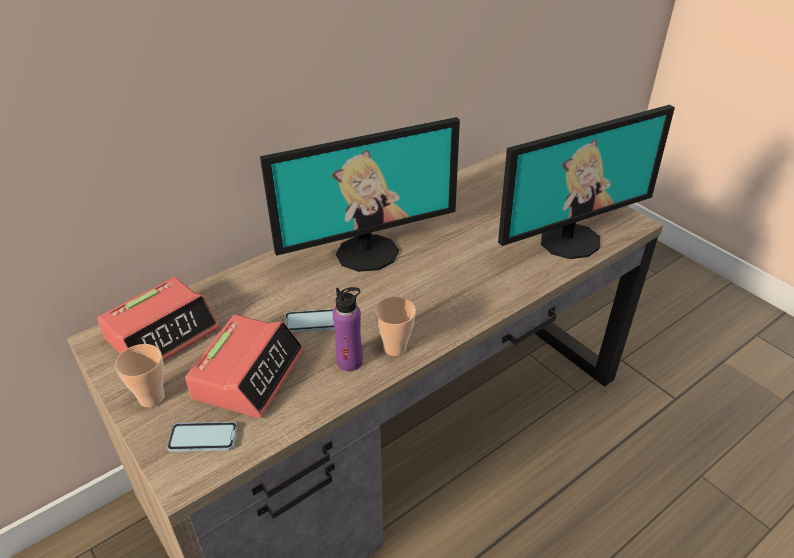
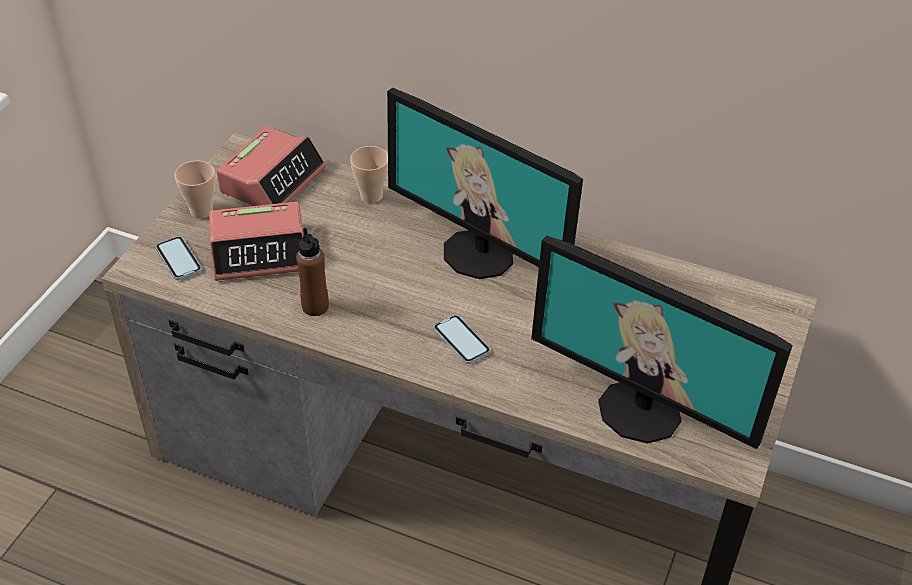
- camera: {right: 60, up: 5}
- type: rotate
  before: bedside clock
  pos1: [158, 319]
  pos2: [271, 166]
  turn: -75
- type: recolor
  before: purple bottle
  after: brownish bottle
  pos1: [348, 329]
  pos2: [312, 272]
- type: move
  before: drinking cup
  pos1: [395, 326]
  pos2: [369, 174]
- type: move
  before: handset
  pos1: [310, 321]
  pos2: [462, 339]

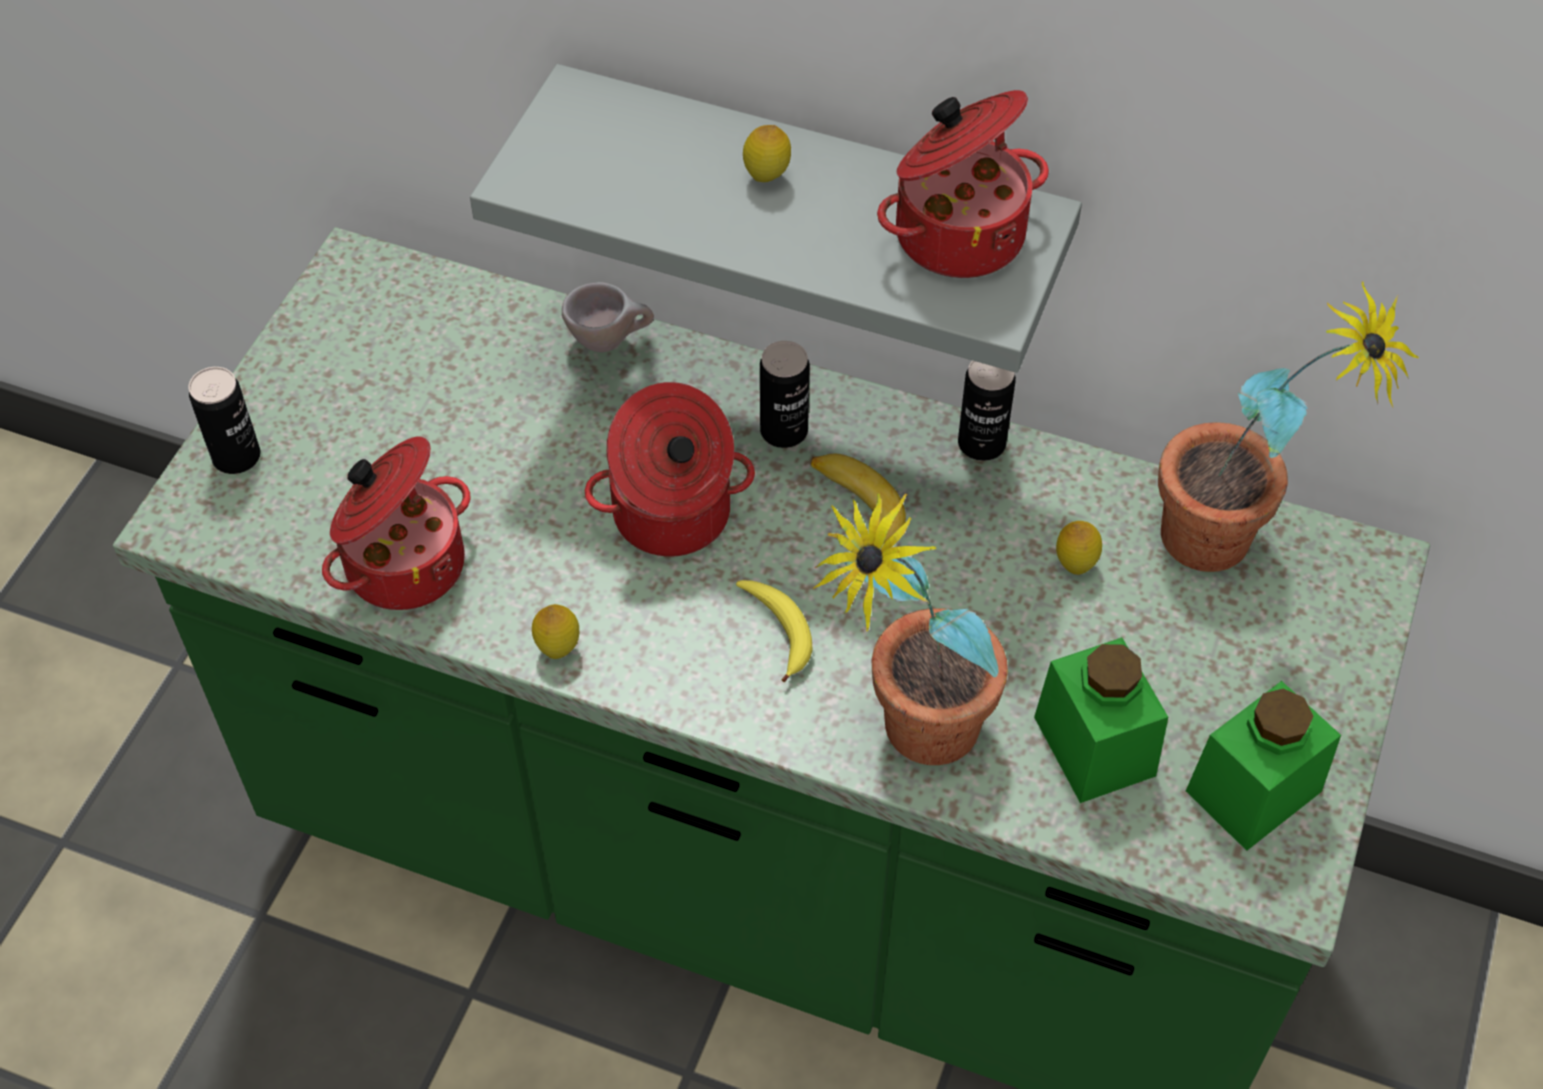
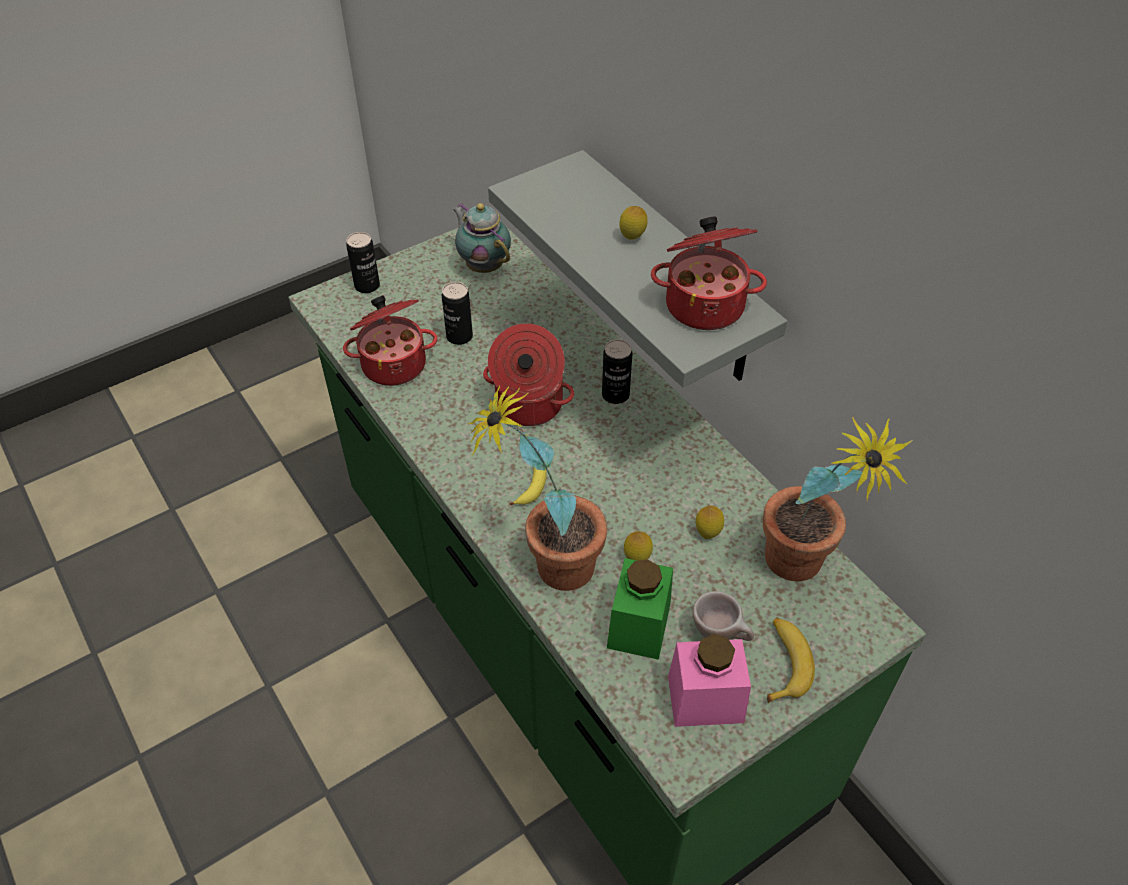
- camera: {right: 35, up: -5}
- type: move
  before: metal can
  pos1: [987, 410]
  pos2: [457, 313]
- type: insert
  after: pot for tea
  pos2: [482, 238]
- type: move
  before: citrus fruit
  pos1: [555, 631]
  pos2: [638, 546]
- type: recolor
  before: greenish storage jar
  after: pink storage jar
  pos1: [1263, 766]
  pos2: [709, 680]
- type: move
  before: sand-coloured drinking cup
  pos1: [608, 317]
  pos2: [723, 616]
- type: move
  before: whole banana
  pos1: [858, 499]
  pos2: [791, 660]

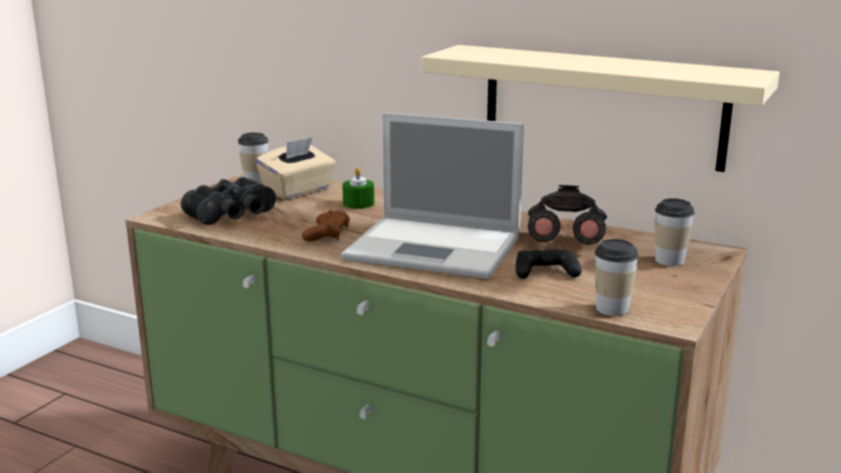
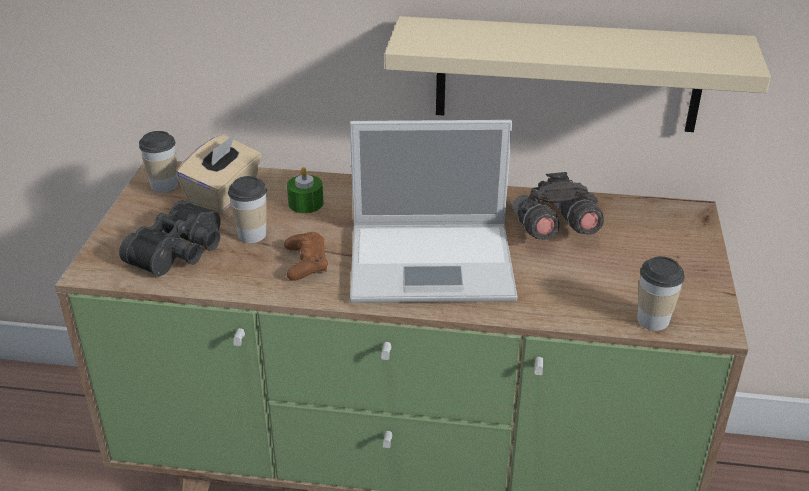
- camera: {right: -20, up: 15}
- type: move
  before: drinking cup
  pos1: [675, 232]
  pos2: [247, 209]
- type: delete
  before: black joypad
  pos1: [548, 264]

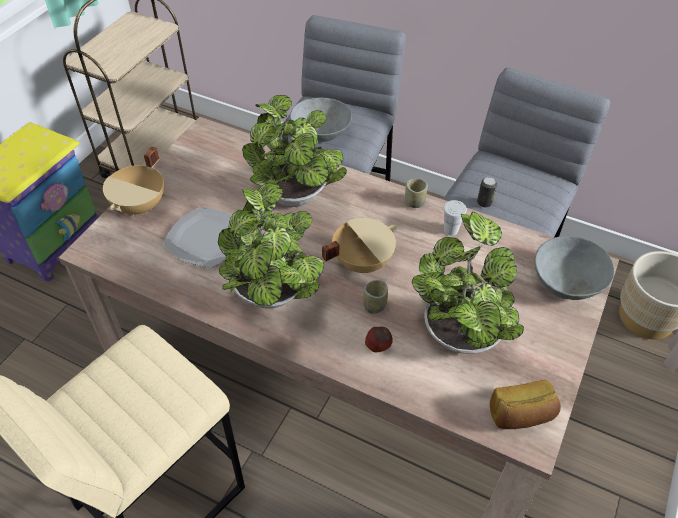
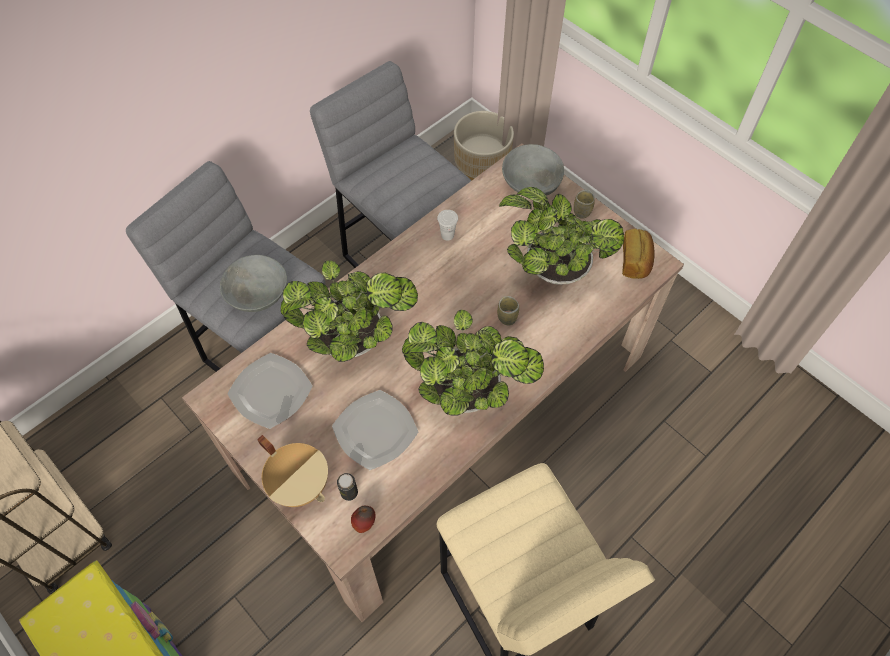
- camera: {right: -70, up: 10}
- type: insert
  after: flat dish
  pos2: [270, 391]
- type: move
  before: metal can
  pos1: [487, 192]
  pos2: [347, 487]
- type: move
  before: apple
  pos1: [379, 339]
  pos2: [363, 519]
- type: move
  before: drinking cup
  pos1: [416, 193]
  pos2: [584, 204]
- type: delete
  before: sand-coloured saucepot
  pos1: [360, 245]

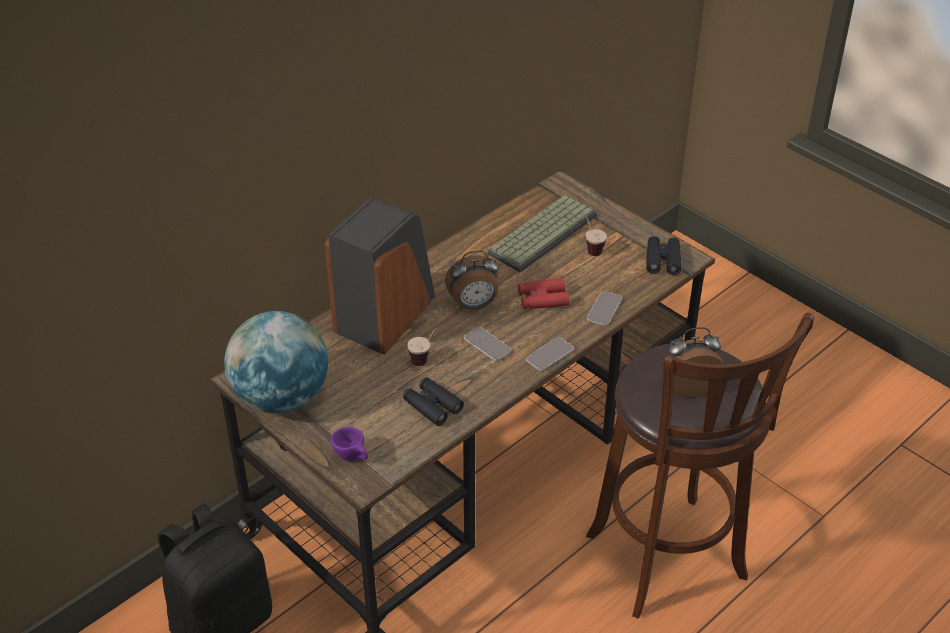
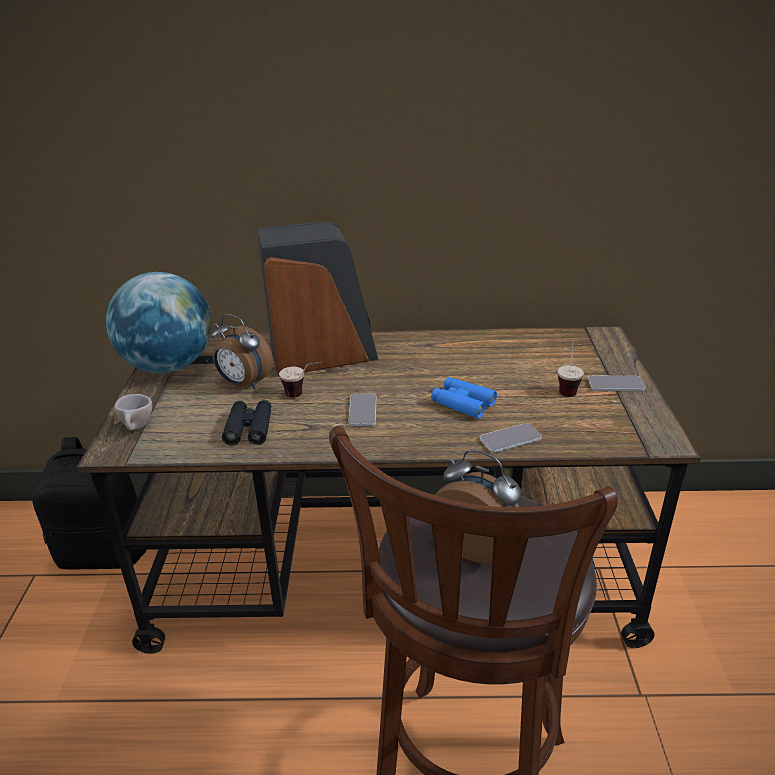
- camera: {right: 45, up: -10}
- type: recolor
  before: purple drinking cup
  after: sand-coloured drinking cup
  pos1: [349, 444]
  pos2: [133, 412]
- type: move
  before: bedside clock
  pos1: [472, 280]
  pos2: [242, 351]
- type: recolor
  before: red-coloured binoculars
  after: blue-coloured binoculars
  pos1: [543, 293]
  pos2: [464, 397]
- type: move
  before: handset
  pos1: [550, 354]
  pos2: [616, 383]
- type: delete
  before: computer keyboard
  pos1: [542, 233]
- type: delete
  before: black binoculars
  pos1: [663, 255]

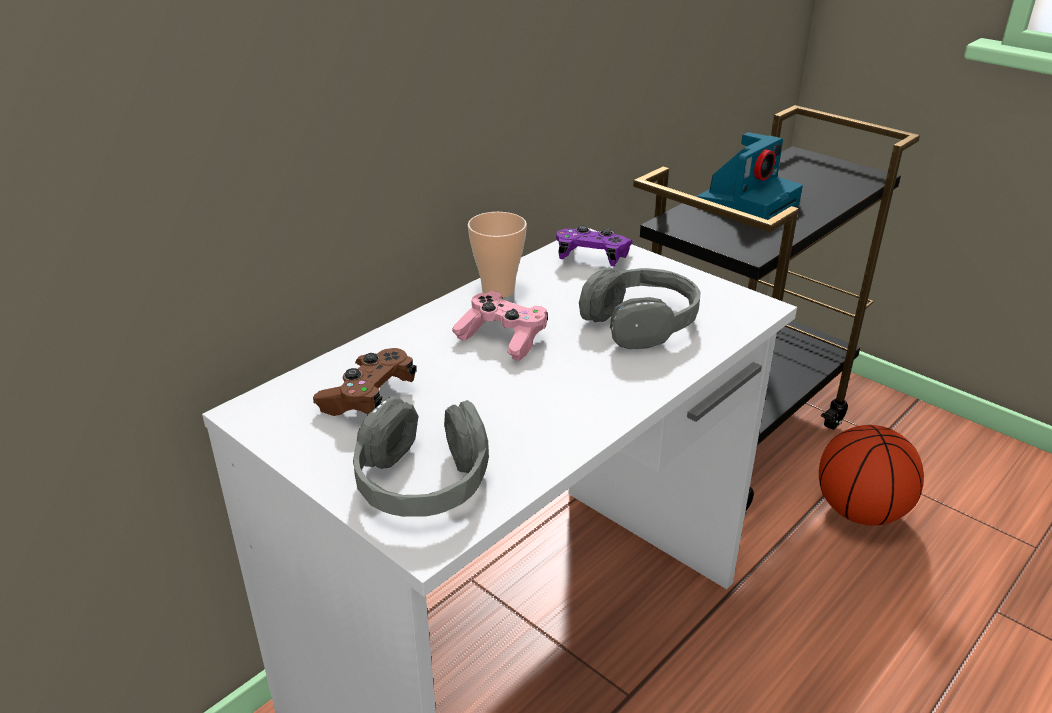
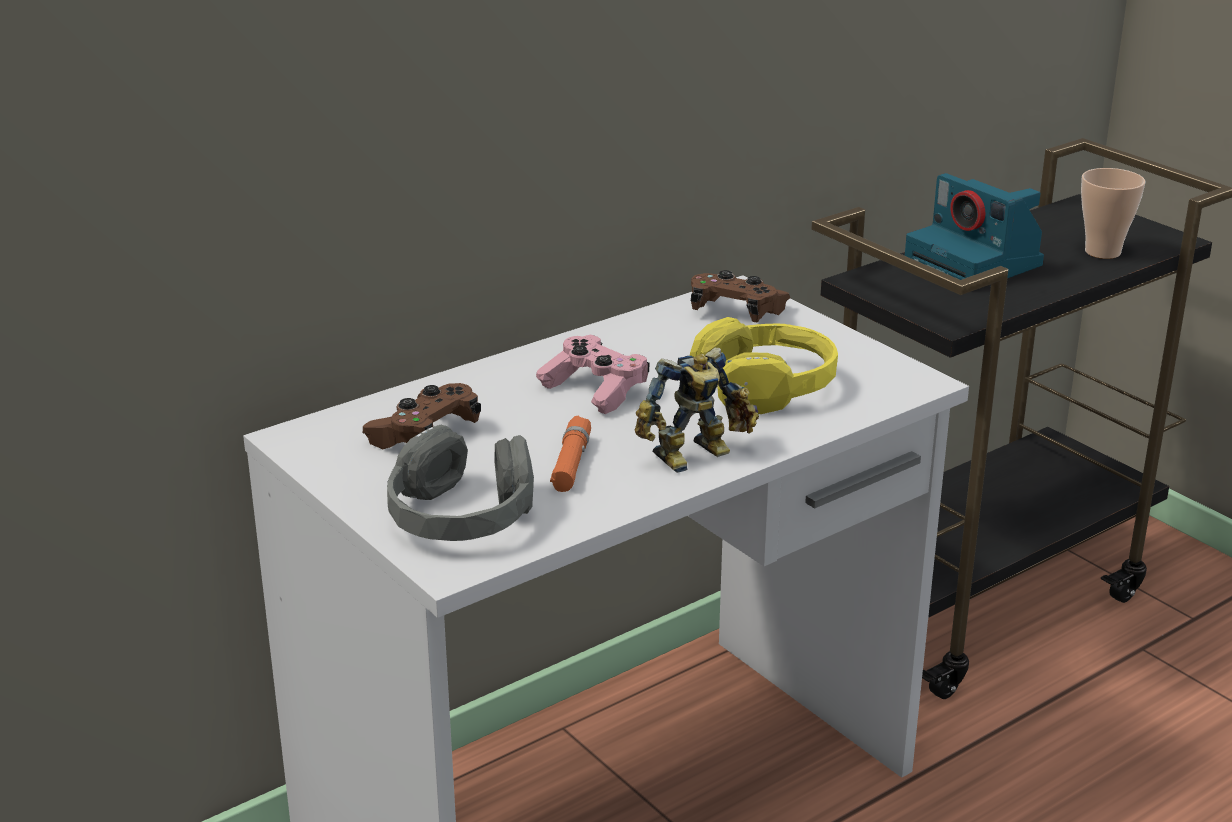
- camera: {right: 10, up: -5}
- type: insert
  after: orange-coloured hand torch
  pos2: [570, 454]
- type: insert
  after: robot figure
  pos2: [697, 410]
- type: recolor
  before: greyish headphones
  after: yellowish headphones
  pos1: [639, 308]
  pos2: [764, 365]
- type: recolor
  before: purple joypad
  after: brownish joypad
  pos1: [594, 245]
  pos2: [740, 296]
- type: rotate
  before: still camera
  pos1: [750, 176]
  pos2: [974, 226]
  turn: 90
- type: move
  before: drinking cup
  pos1: [497, 255]
  pos2: [1113, 213]
- type: delete
  before: ball for basketball
  pos1: [871, 475]

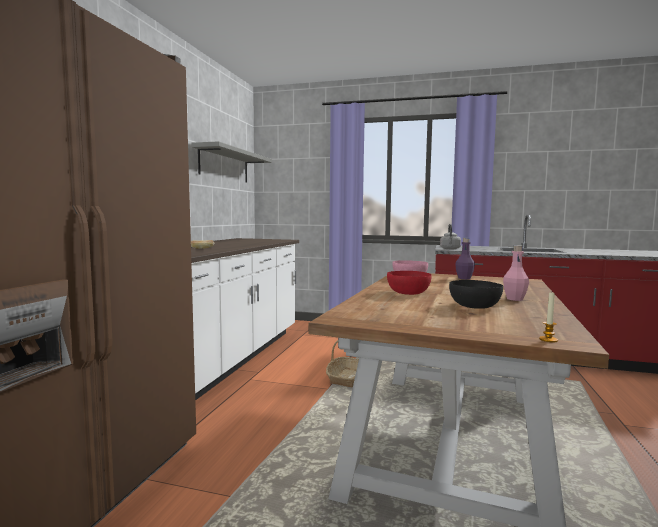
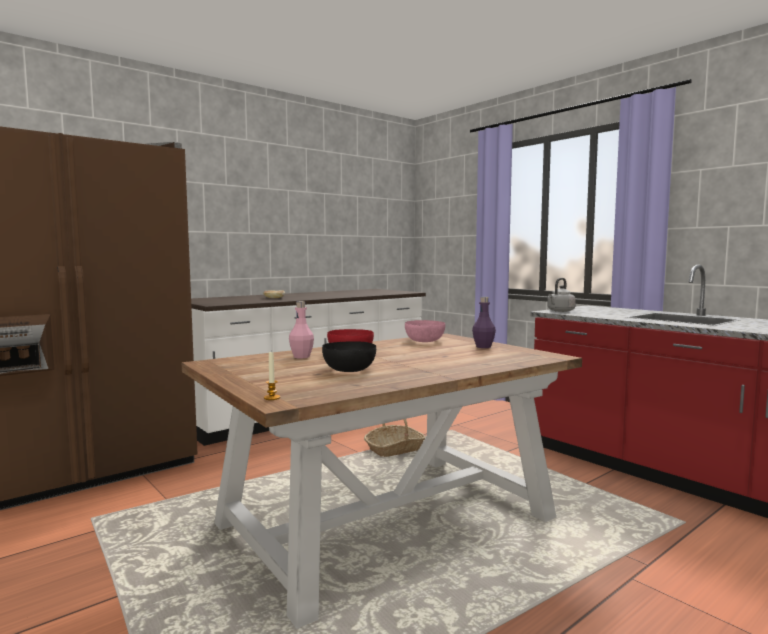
- camera: {right: 35, up: 0}
- type: move
  before: pink bottle
  pos1: [516, 273]
  pos2: [301, 329]
- type: delete
  before: greyish wall shelf
  pos1: [231, 162]

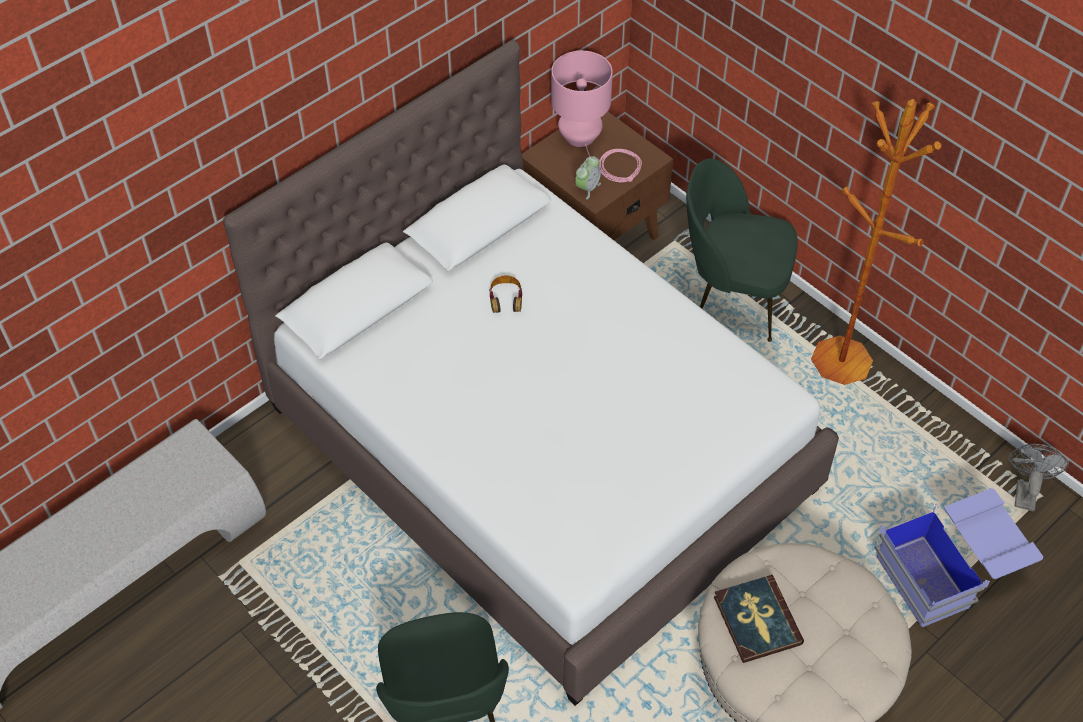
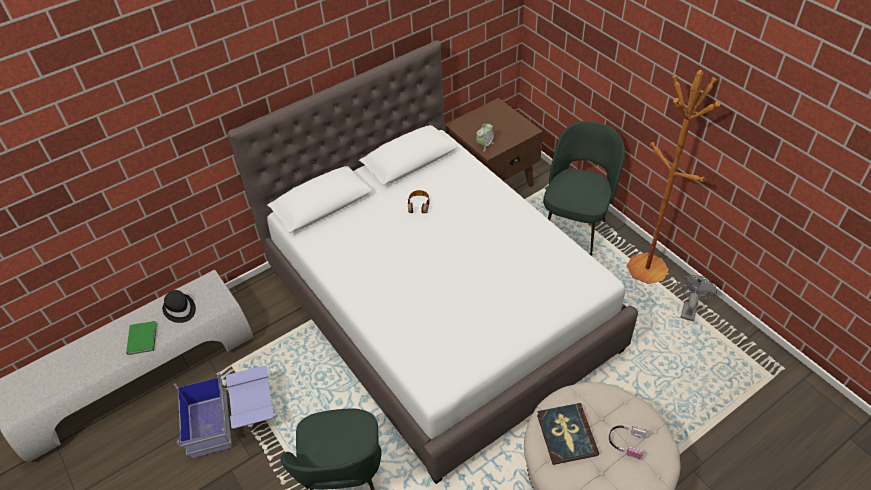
- camera: {right: 10, up: -5}
- type: insert
  after: greenish book
  pos2: [141, 338]
- type: insert
  after: black hat
  pos2: [179, 306]
- type: move
  before: blue-coloured storage bin
  pos1: [959, 557]
  pos2: [224, 411]
- type: rotate
  before: greenish upright chair
  pos1: [742, 250]
  pos2: [584, 188]
  turn: 90
- type: insert
  after: headphones
  pos2: [628, 442]
- type: move
  before: greyish electric fan
  pos1: [1038, 477]
  pos2: [697, 298]
- type: delete
  before: pink table lamp
  pos1: [596, 116]

